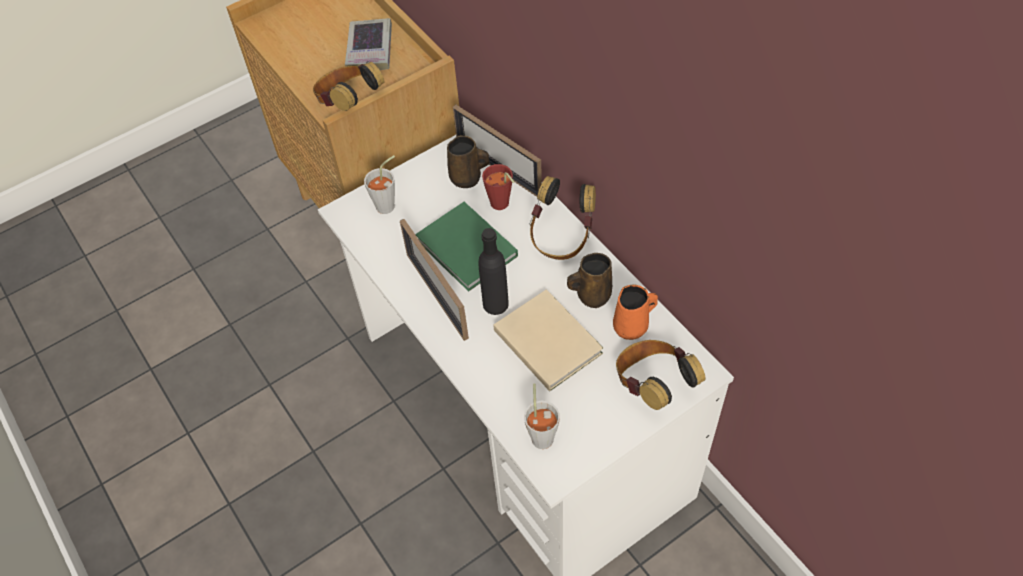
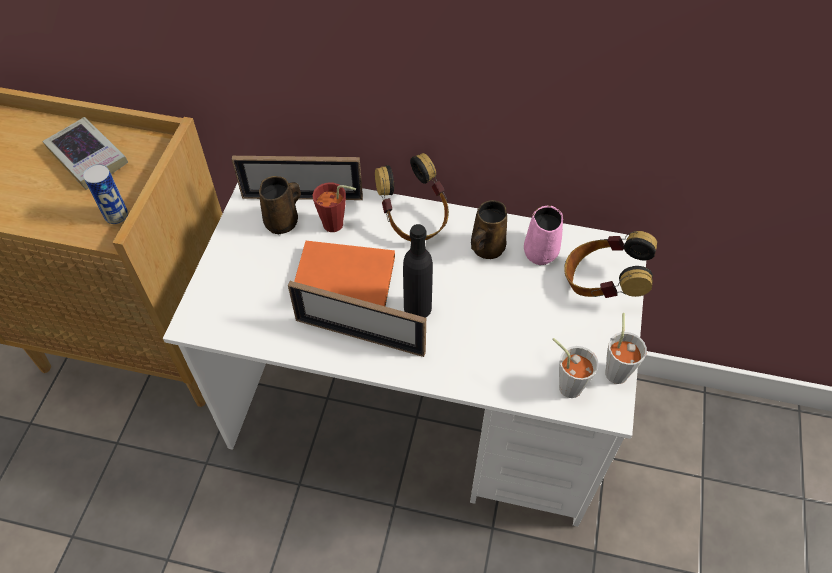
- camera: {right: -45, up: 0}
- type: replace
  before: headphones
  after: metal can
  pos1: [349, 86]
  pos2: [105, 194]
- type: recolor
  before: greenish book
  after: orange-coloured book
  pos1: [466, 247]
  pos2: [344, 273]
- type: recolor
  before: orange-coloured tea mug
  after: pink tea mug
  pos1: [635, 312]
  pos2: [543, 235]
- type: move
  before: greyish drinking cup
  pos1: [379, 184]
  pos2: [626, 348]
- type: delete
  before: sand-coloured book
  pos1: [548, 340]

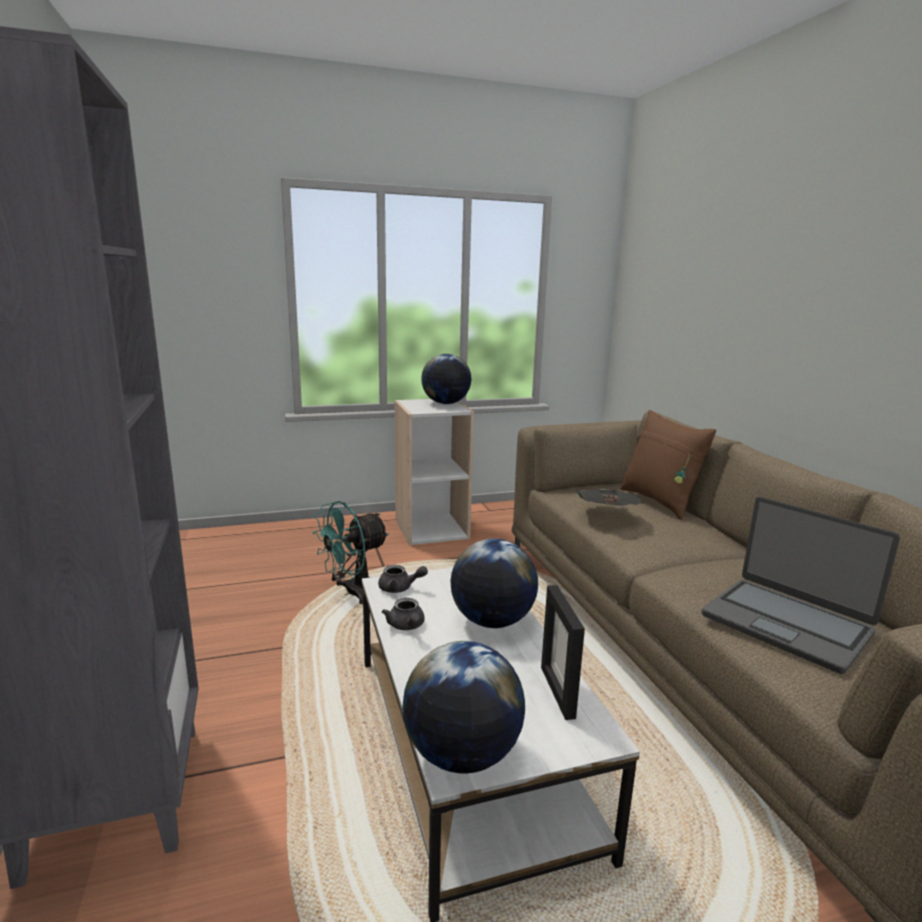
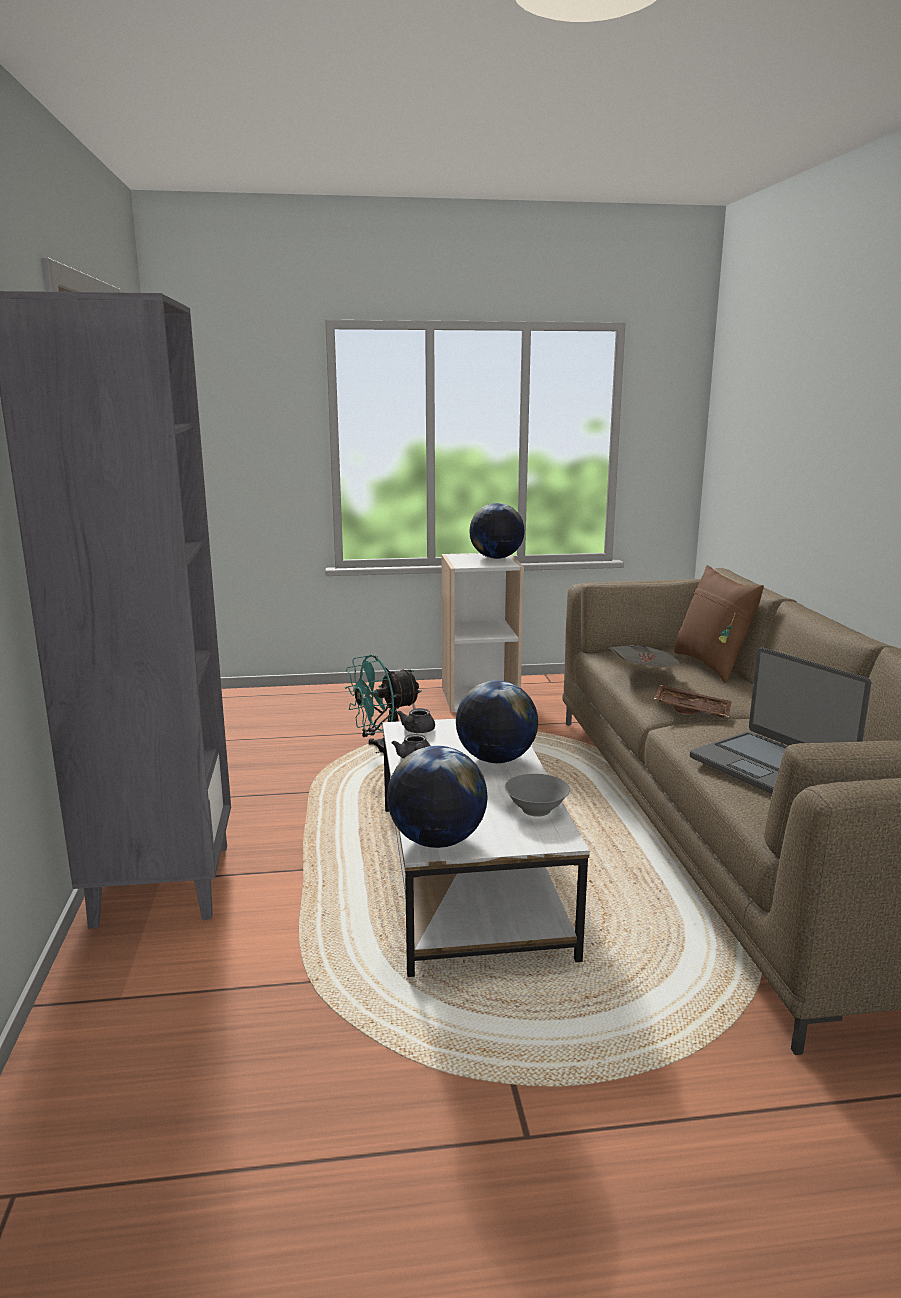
- camera: {right: 10, up: 0}
- type: rotate
  before: greyish pot for tea
  pos1: [403, 579]
  pos2: [416, 720]
  turn: 90
- type: replace
  before: picture frame
  after: greyish bowl
  pos1: [563, 652]
  pos2: [537, 795]
- type: insert
  after: brownish carrying tray
  pos2: [693, 701]

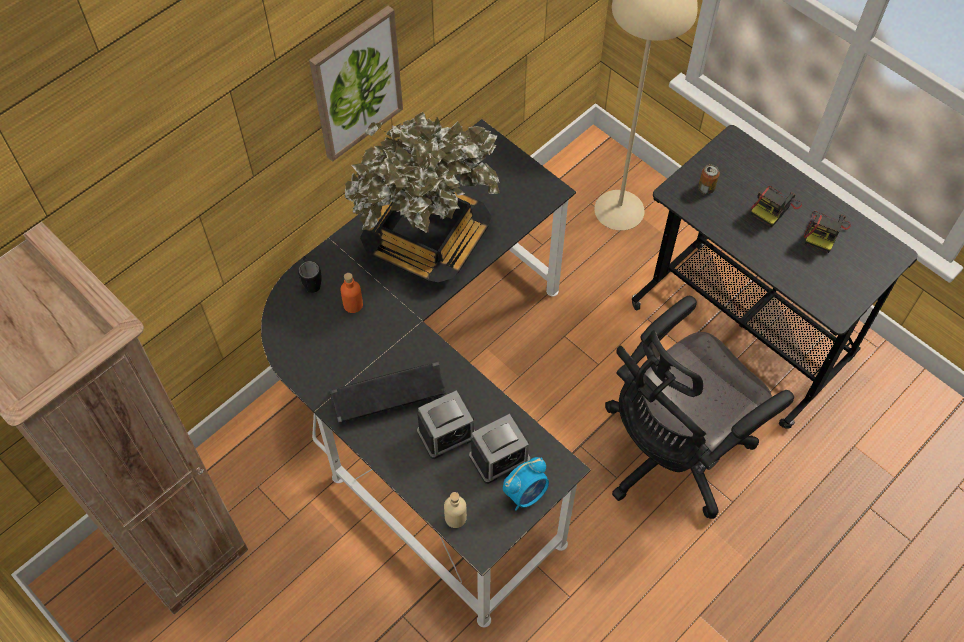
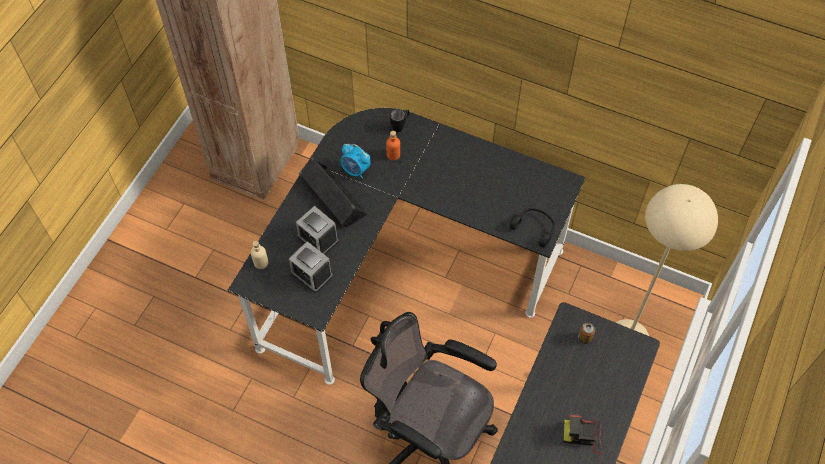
- camera: {right: 70, up: 0}
- type: move
  before: bedside clock
  pos1: [526, 483]
  pos2: [356, 161]
- type: insert
  after: black headphones
  pos2: [532, 228]
- type: delete
  before: wall art
  pos1: [356, 84]
- type: delete
  before: houseplant
  pos1: [422, 197]
- type: delete
  before: still camera
  pos1: [776, 206]

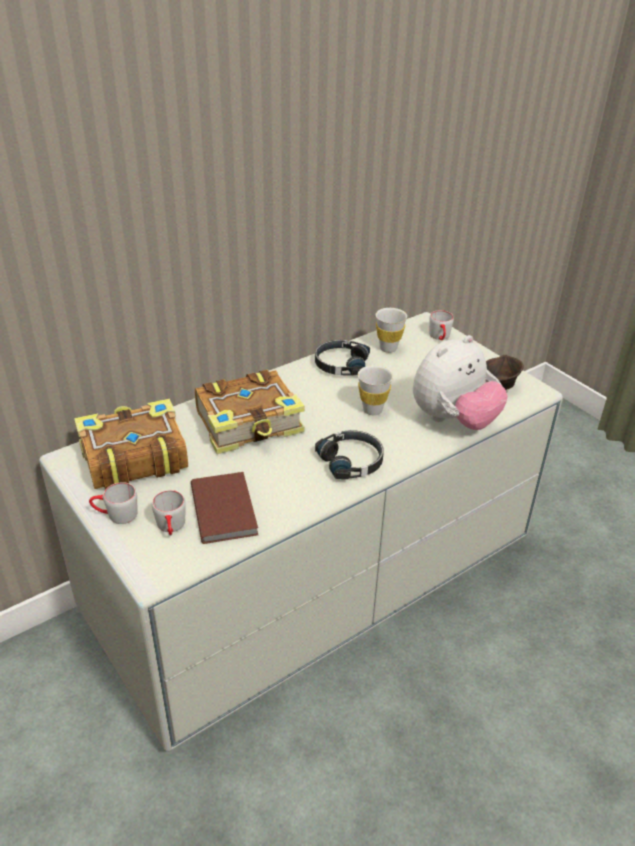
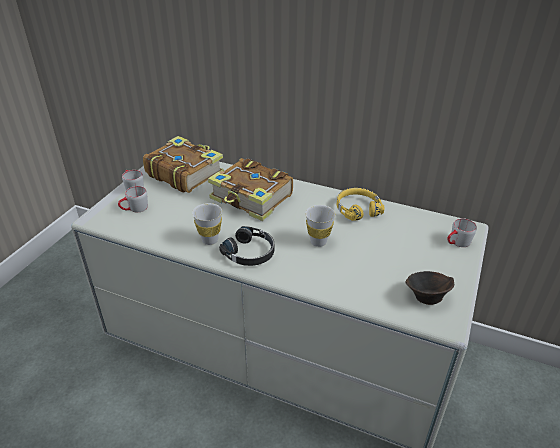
- camera: {right: 60, up: 0}
- type: move
  before: whitish drinking cup
  pos1: [391, 330]
  pos2: [207, 224]
- type: recolor
  before: black headphones
  after: yellowish headphones
  pos1: [342, 357]
  pos2: [360, 204]
- type: delete
  before: brownish book
  pos1: [224, 508]
- type: delete
  before: soft toy
  pos1: [460, 382]

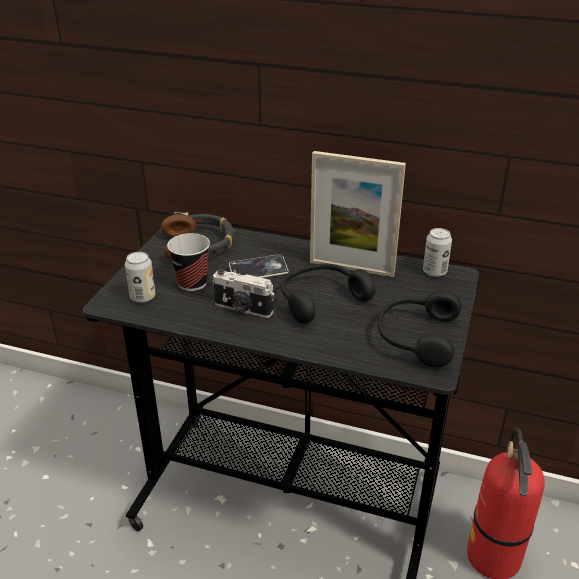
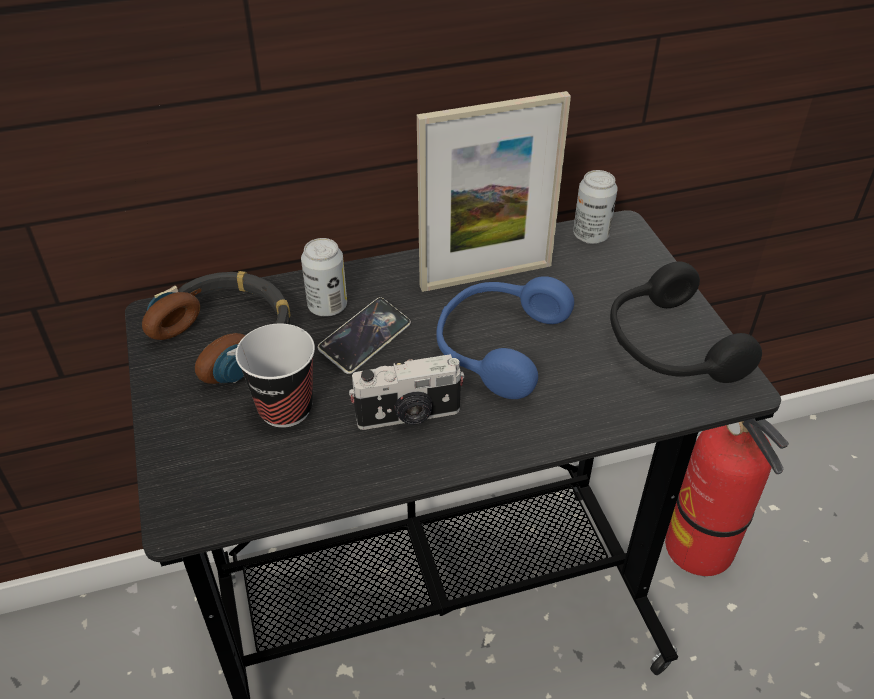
- camera: {right: -35, up: 10}
- type: move
  before: metal can
  pos1: [140, 277]
  pos2: [324, 277]
- type: recolor
  before: black headphones
  after: blue-coloured headphones
  pos1: [328, 294]
  pos2: [505, 337]

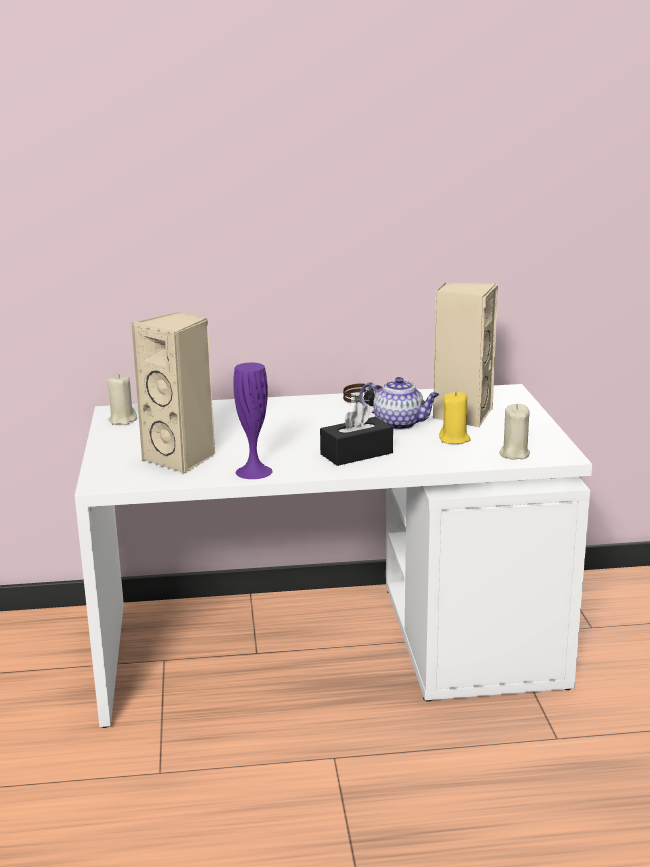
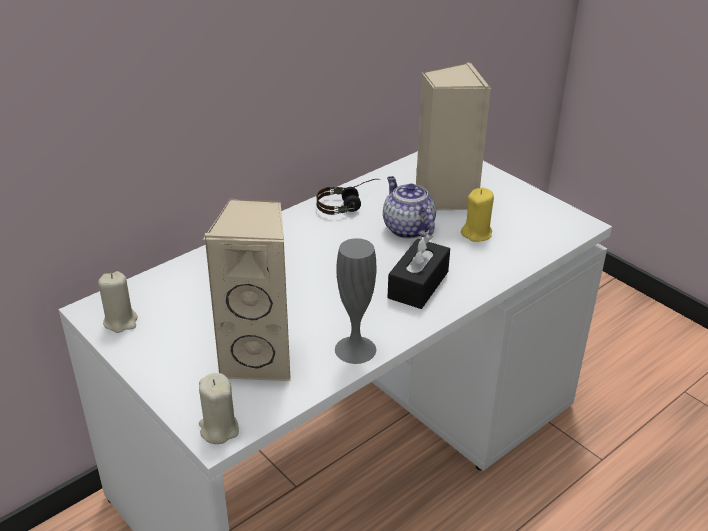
- camera: {right: -35, up: 15}
- type: move
  before: sand-coloured wax candle
  pos1: [514, 431]
  pos2: [219, 408]
- type: recolor
  before: purple decorative vase
  after: greyish decorative vase
  pos1: [253, 421]
  pos2: [356, 301]
- type: rotate
  before: pot for tea
  pos1: [399, 403]
  pos2: [409, 207]
  turn: -105

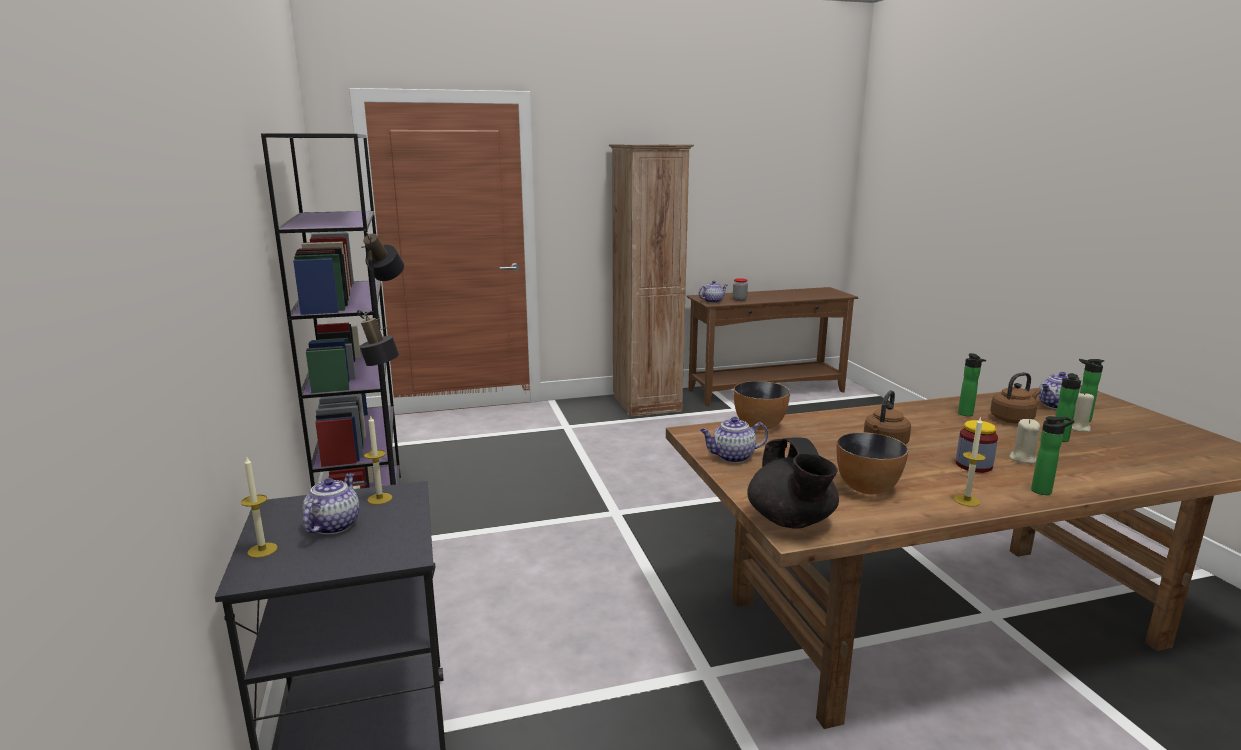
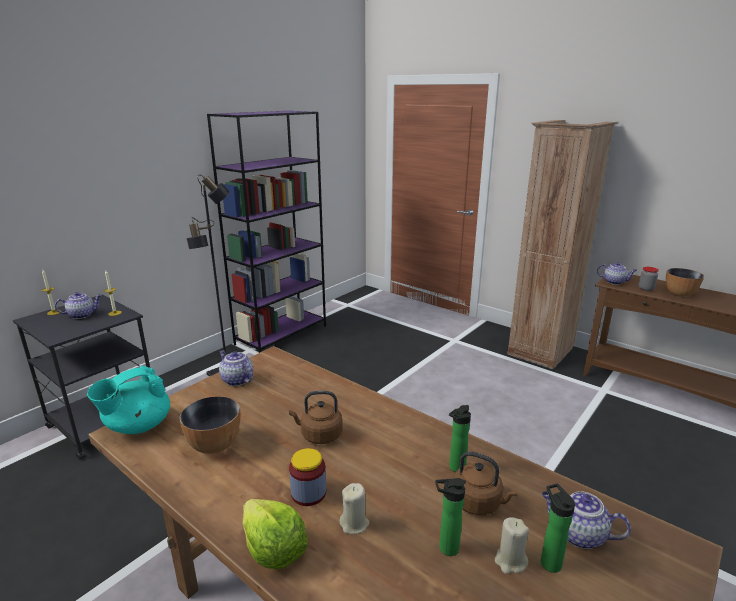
- camera: {right: 55, up: 5}
- type: recolor
  before: black pot for tea
  after: turquoise-coloured pot for tea
  pos1: [793, 483]
  pos2: [128, 400]
- type: replace
  before: bottle
  after: lettuce head
  pos1: [1052, 455]
  pos2: [275, 534]
- type: move
  before: bowl
  pos1: [762, 405]
  pos2: [685, 282]
- type: delete
  before: wax candle
  pos1: [970, 461]

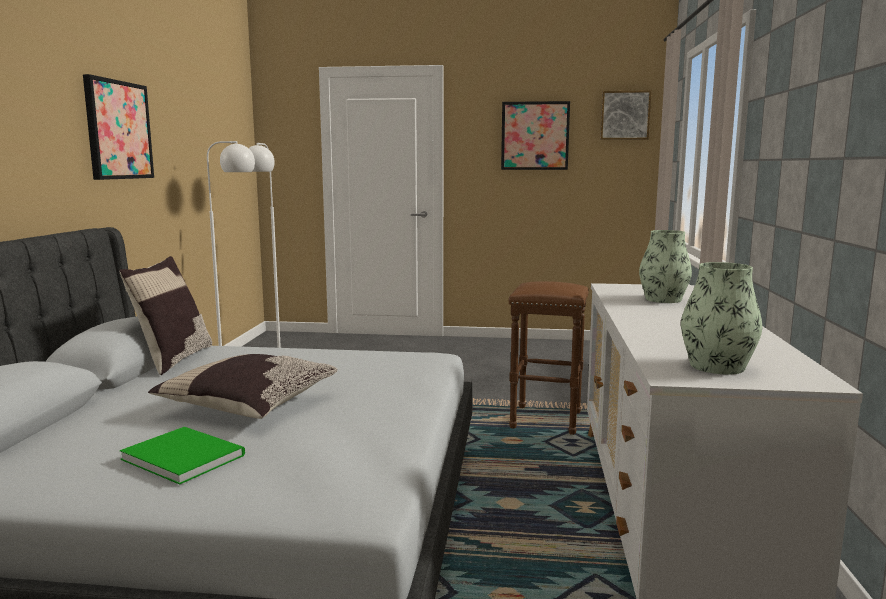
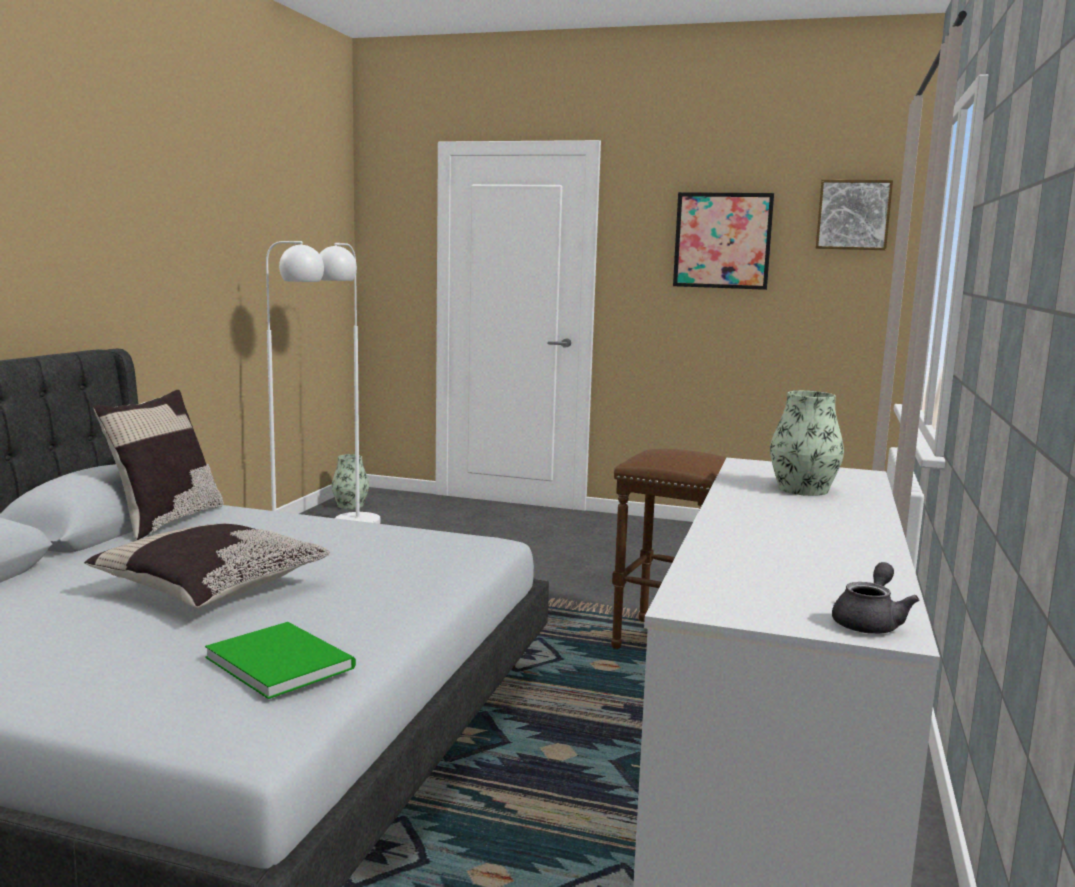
- camera: {right: 10, up: 0}
- type: move
  before: greenish book
  pos1: [182, 456]
  pos2: [280, 660]
- type: move
  before: decorative vase
  pos1: [721, 318]
  pos2: [350, 481]
- type: insert
  after: greyish pot for tea
  pos2: [875, 598]
- type: delete
  before: wall art
  pos1: [118, 127]

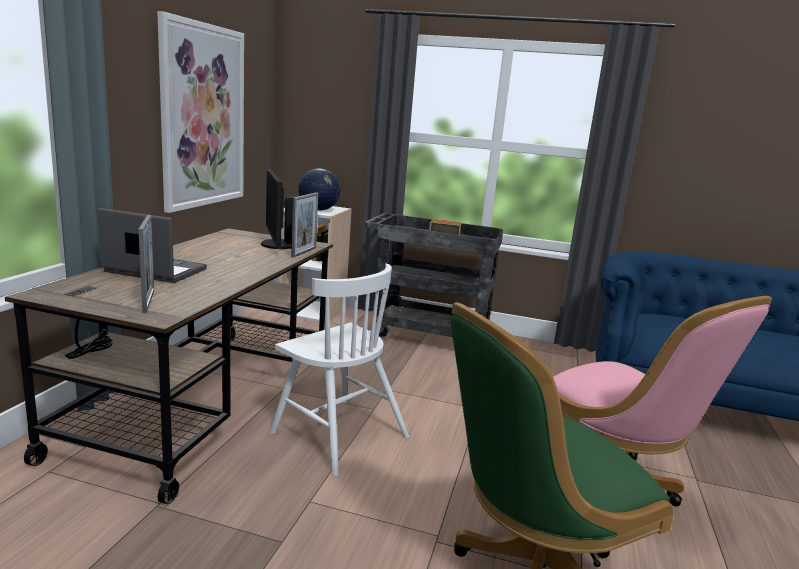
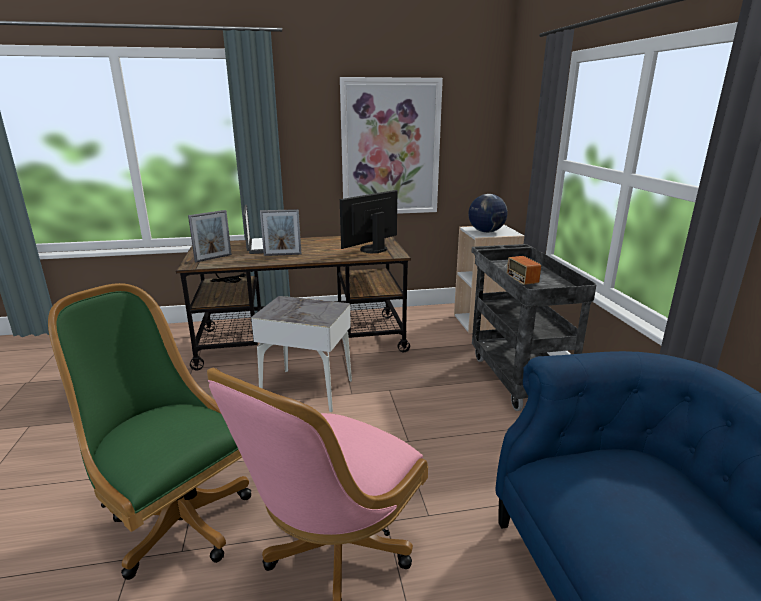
- camera: {right: 65, up: 5}
- type: replace
  before: whitish upright chair
  after: accent table
  pos1: [339, 369]
  pos2: [301, 354]
- type: move
  before: picture frame
  pos1: [304, 225]
  pos2: [280, 232]

